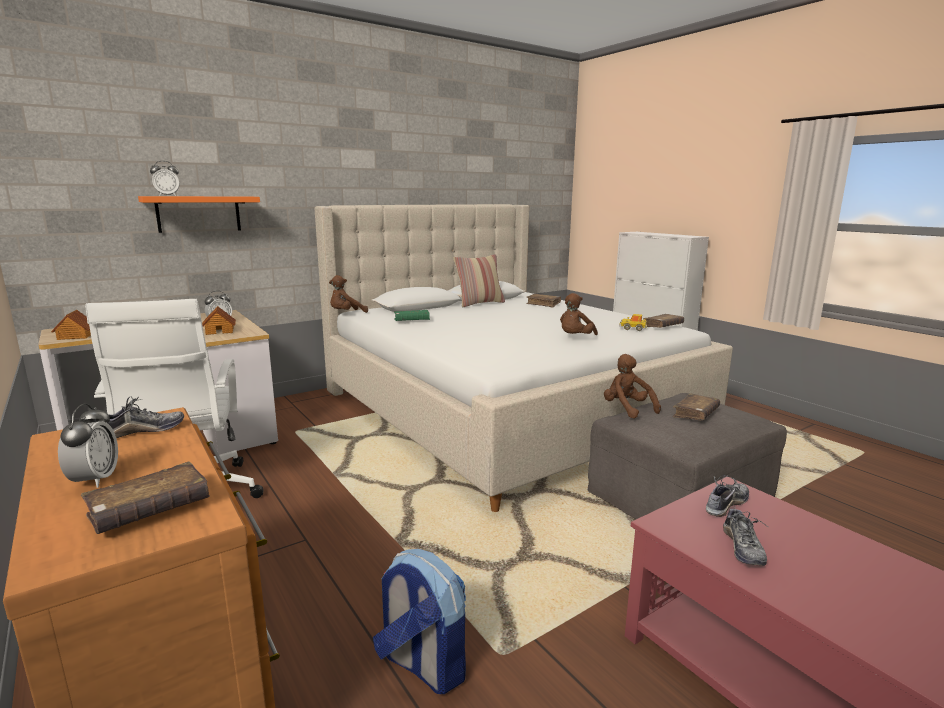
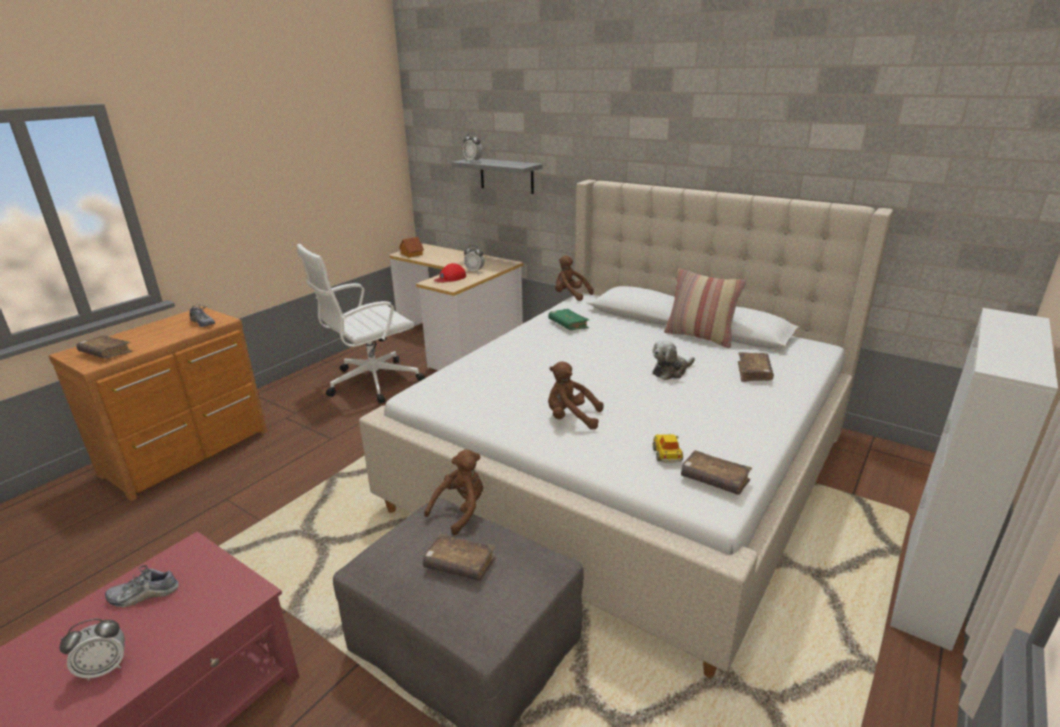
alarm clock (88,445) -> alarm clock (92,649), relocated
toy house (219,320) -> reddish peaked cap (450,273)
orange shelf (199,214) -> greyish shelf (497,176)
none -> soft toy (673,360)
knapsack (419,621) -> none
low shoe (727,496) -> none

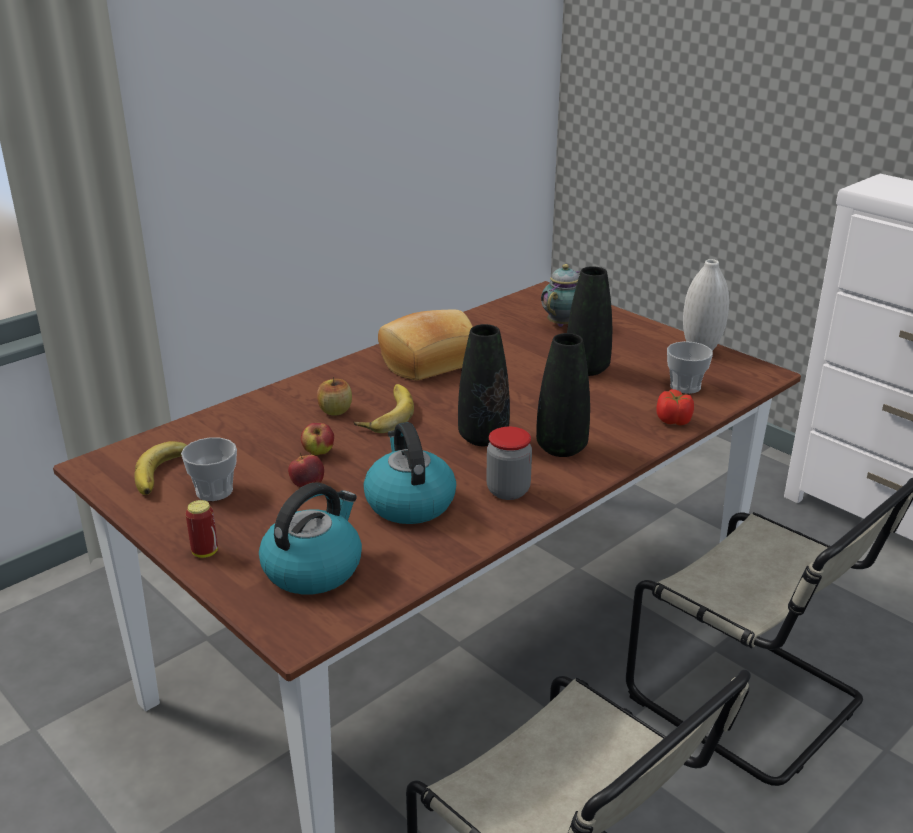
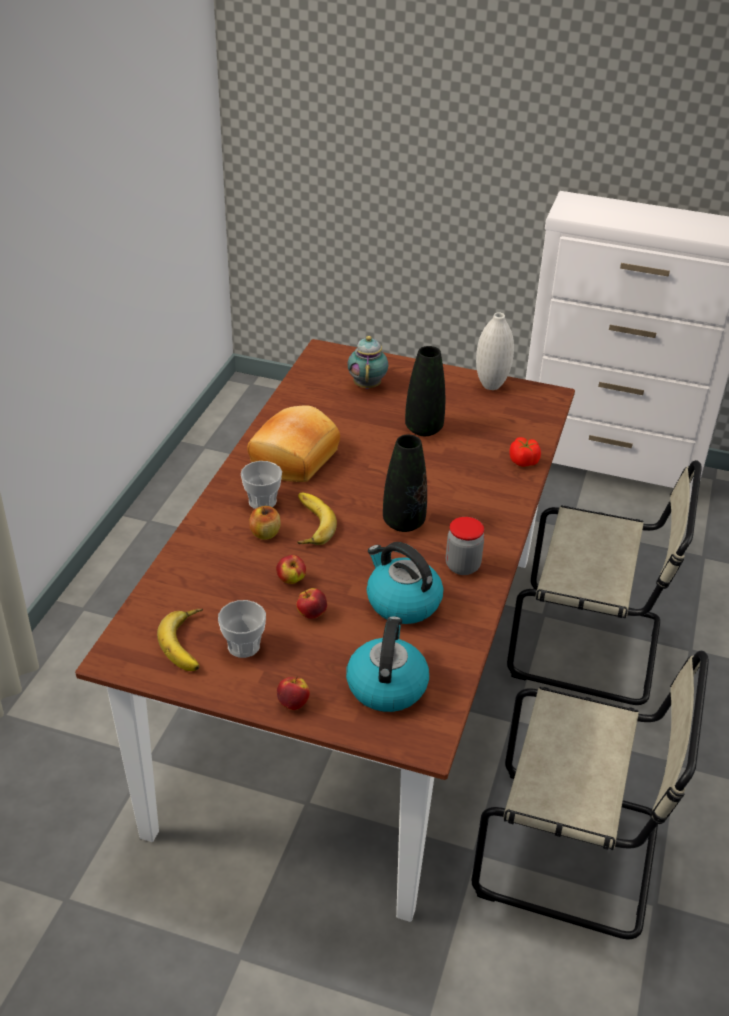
small cup (690,367) -> small cup (261,485), relocated
can (202,529) -> apple fruit (293,693)
black-coloured vase (563,395) -> none

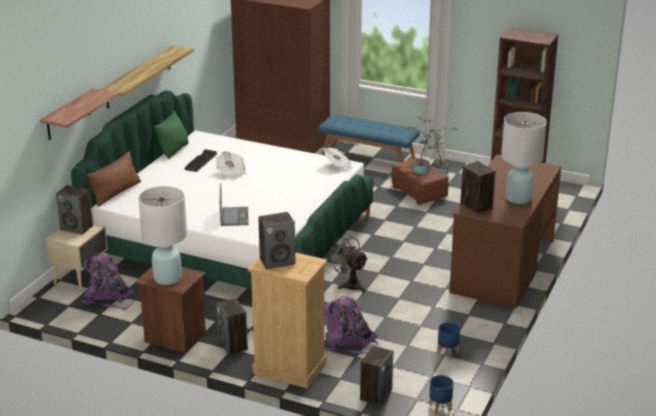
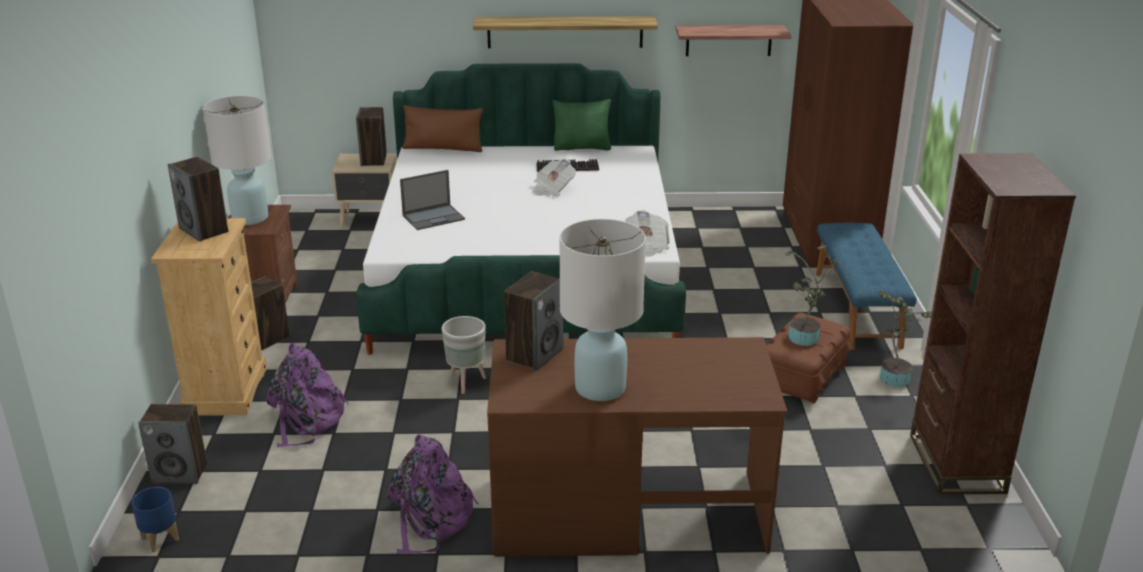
purplish knapsack (108,281) -> purplish knapsack (433,494), relocated
greyish fan (347,263) -> greyish plant pot (464,355)
shelf (79,114) -> shelf (733,40), relocated
blue plant pot (448,340) -> none

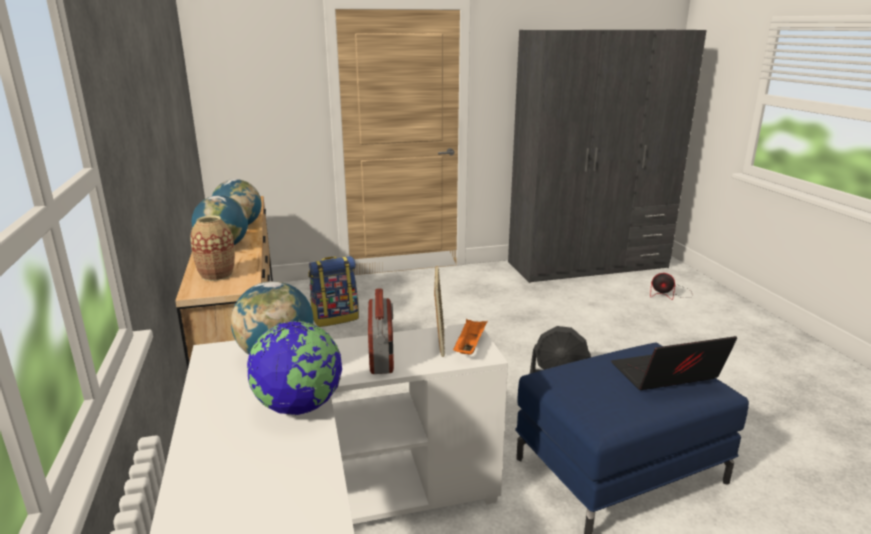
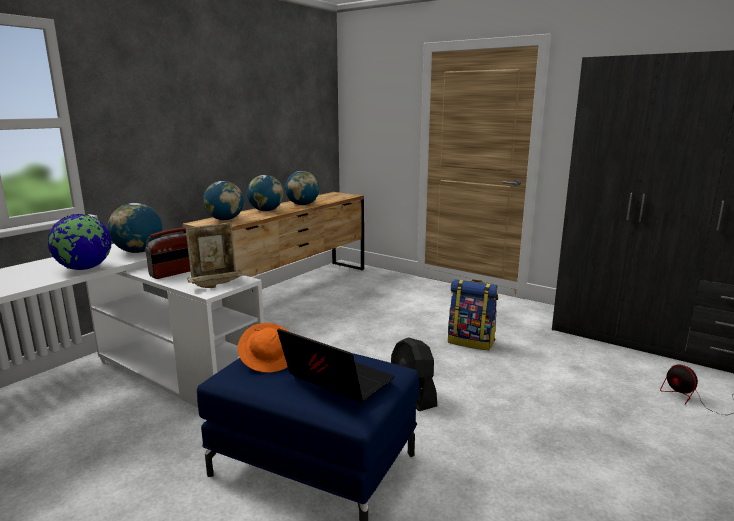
orange carrying tray (470,337) -> beige carrying tray (215,278)
vase (212,248) -> desk globe (223,200)
none -> orange hat (263,348)
knapsack (333,291) -> knapsack (473,314), relocated

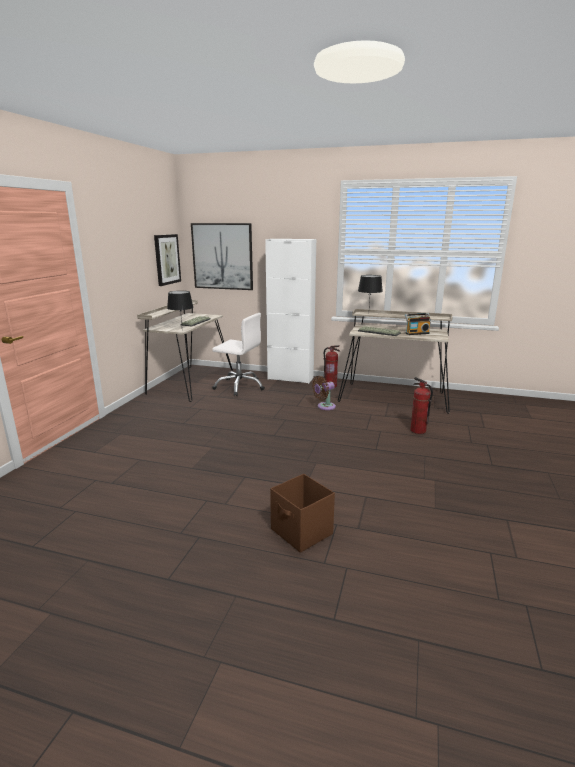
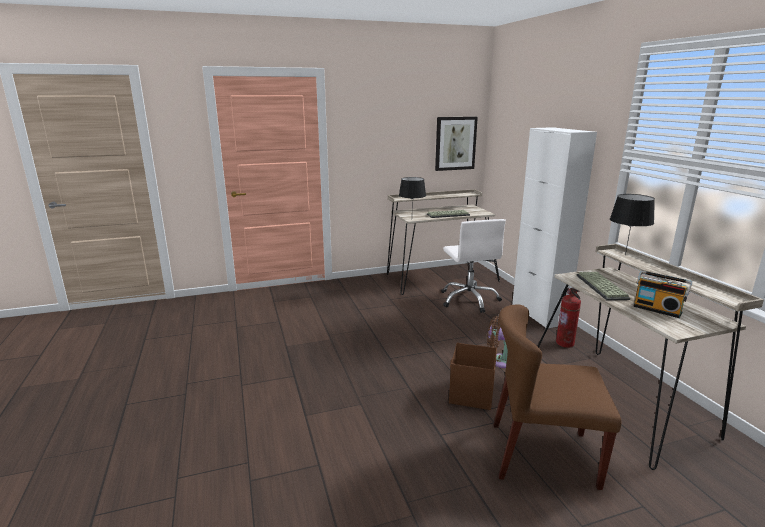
brown storage bin (302,513) -> brown storage bin (473,376), relocated
fire extinguisher (421,405) -> brown chair (557,397)
wall art (222,256) -> none

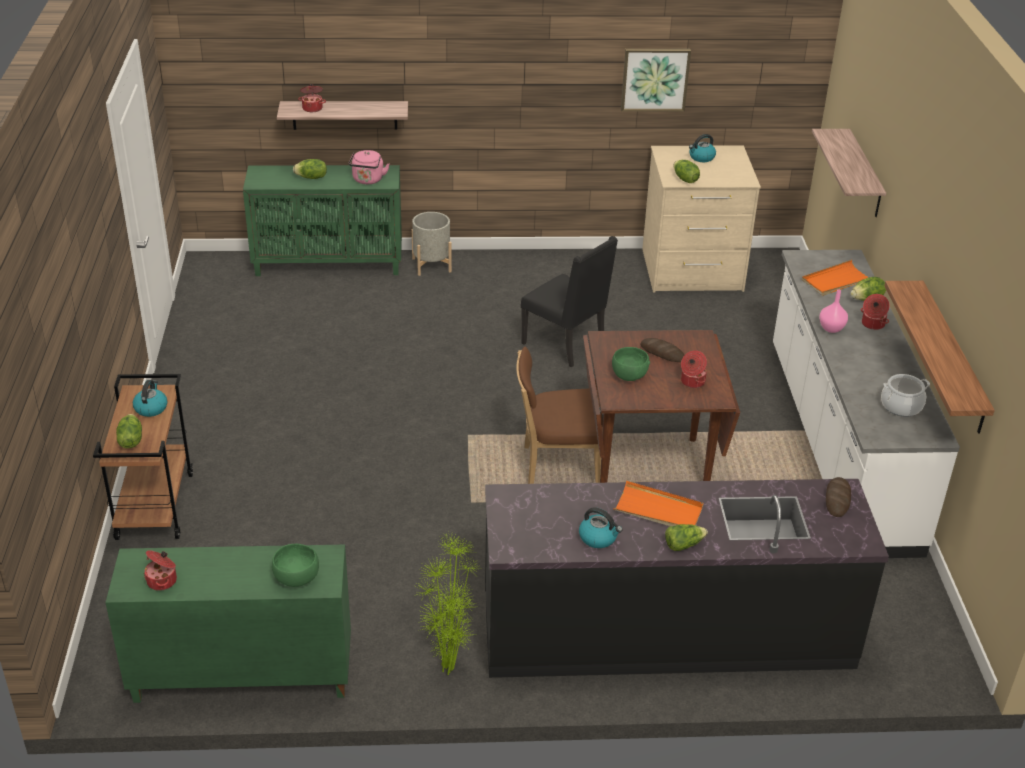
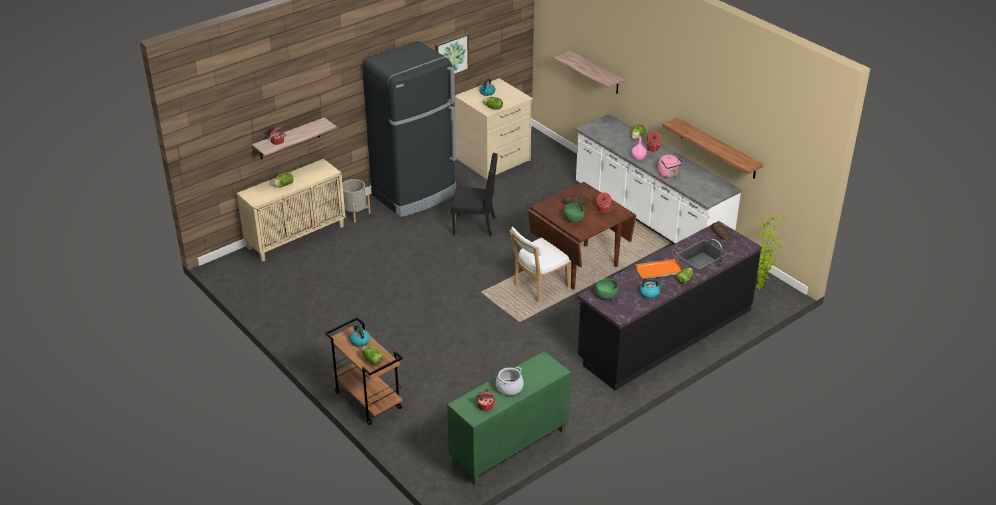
greenish storage cabinet (322,220) -> beige storage cabinet (291,210)
none -> black-coloured kitchen fridge (409,129)
cooking pot (905,395) -> cooking pot (510,381), relocated
brown chair (559,415) -> whitish chair (540,264)
greenish deep dish (295,565) -> greenish deep dish (606,289), relocated
pink tea kettle (369,167) -> pink tea kettle (670,166), relocated
plant in a pot (447,604) -> plant in a pot (770,252), relocated
orange carrying tray (835,278) -> none

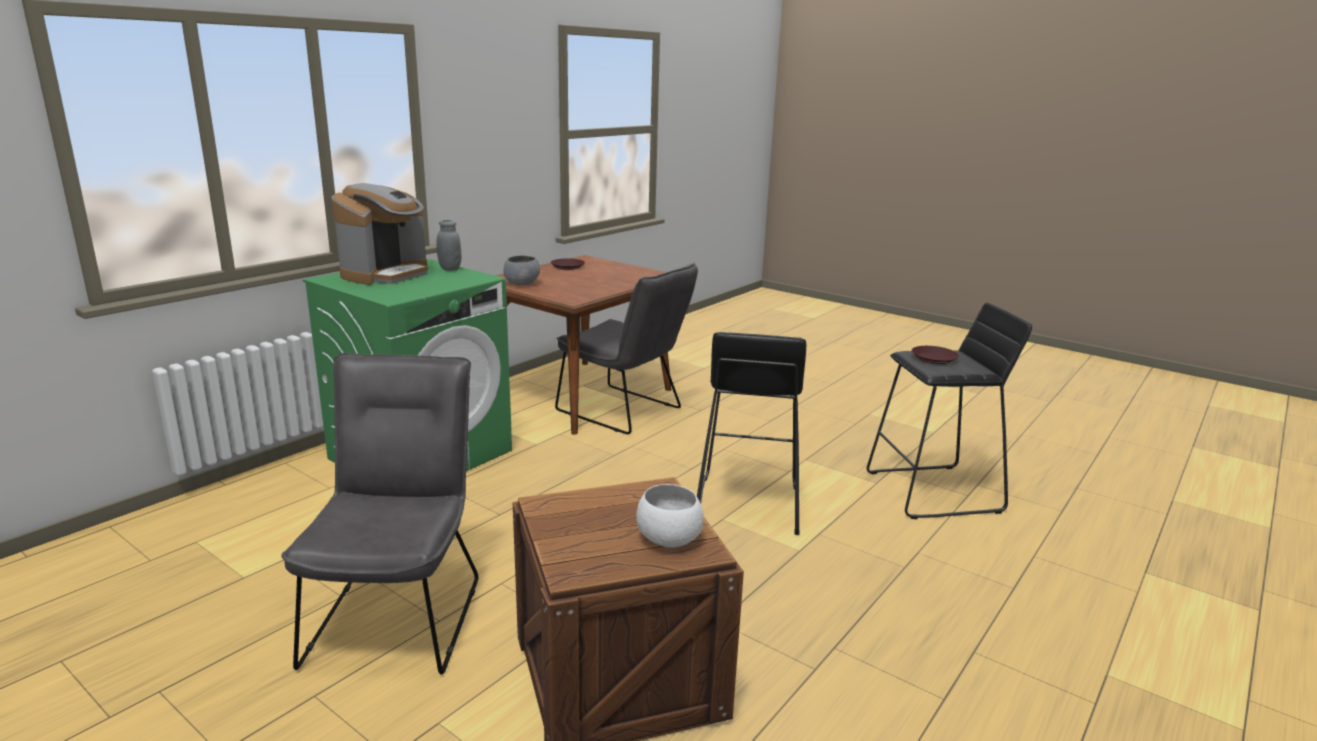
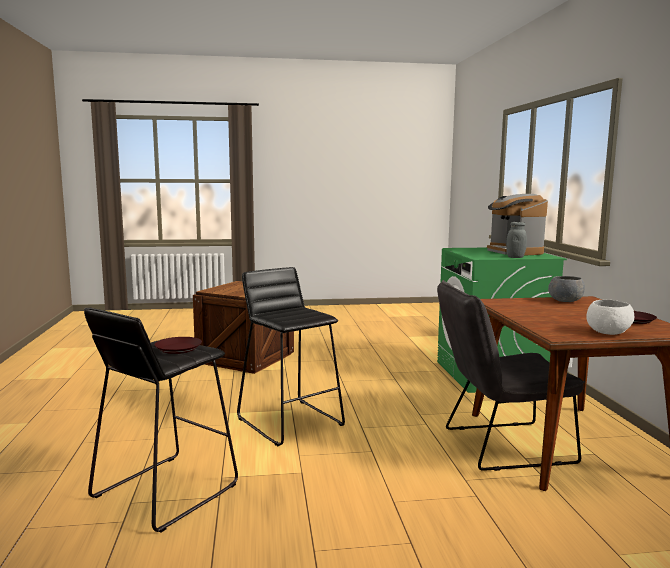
whitish deep dish (670,515) -> whitish deep dish (610,317), relocated
greyish chair (379,514) -> none

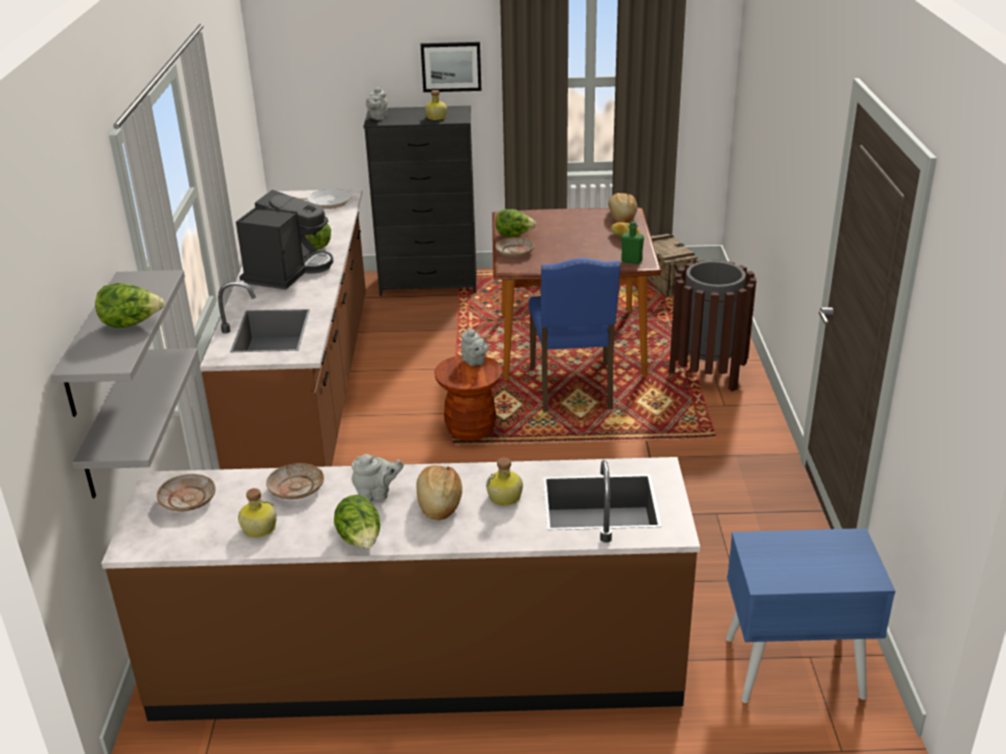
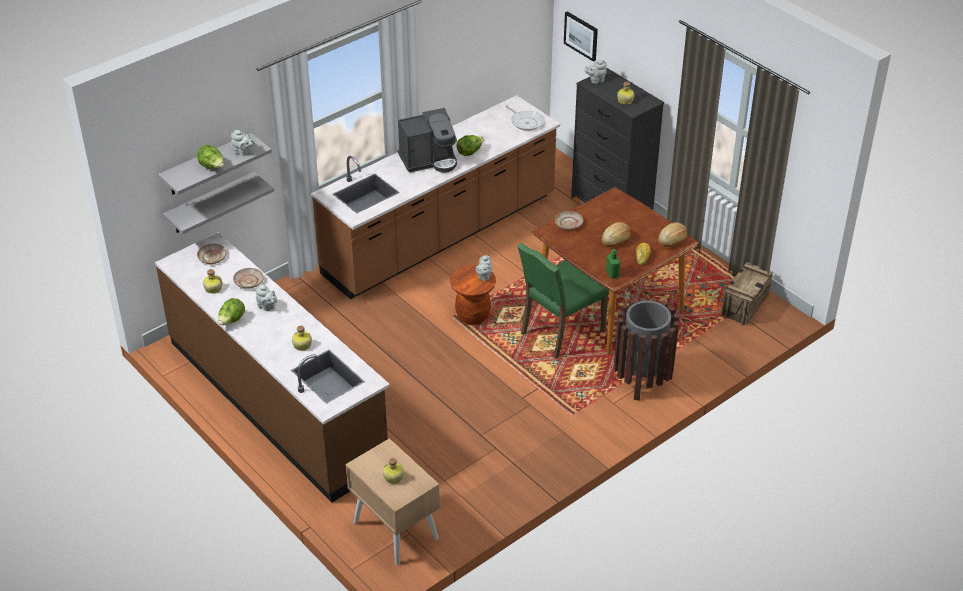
none -> greyish teapot (243,142)
blue night table (810,615) -> beige night table (392,501)
none -> bottle (393,471)
blue chair (575,335) -> greenish chair (563,301)
wall art (451,67) -> wall art (581,36), relocated
bread (439,492) -> bread (616,234), relocated
head of lettuce (516,223) -> none

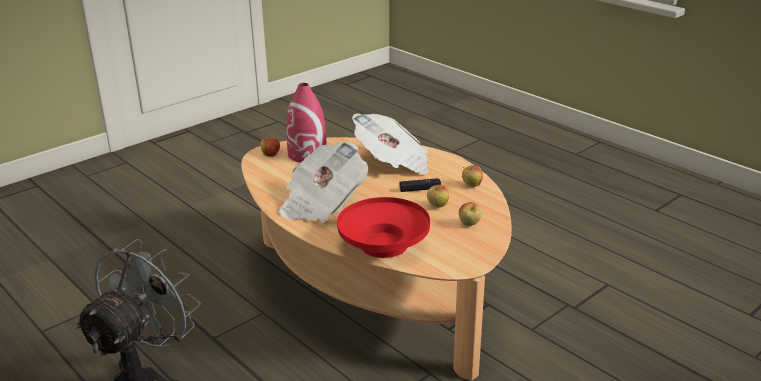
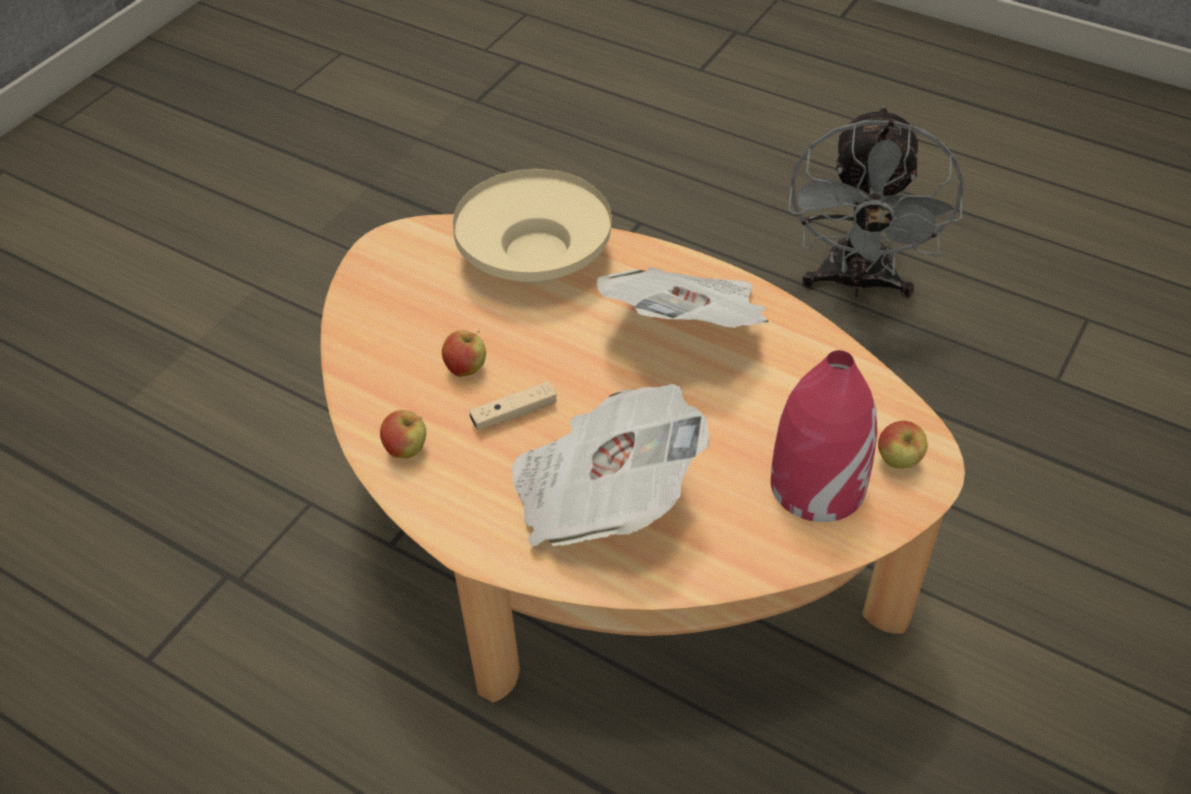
reddish deep dish (383,227) -> beige deep dish (532,226)
black-coloured game controller (420,185) -> beige game controller (513,405)
apple fruit (470,214) -> none

